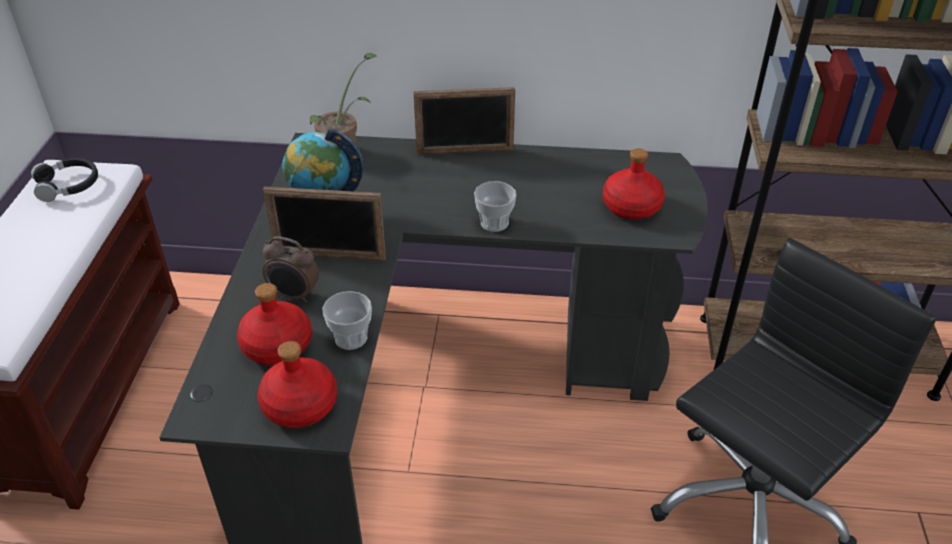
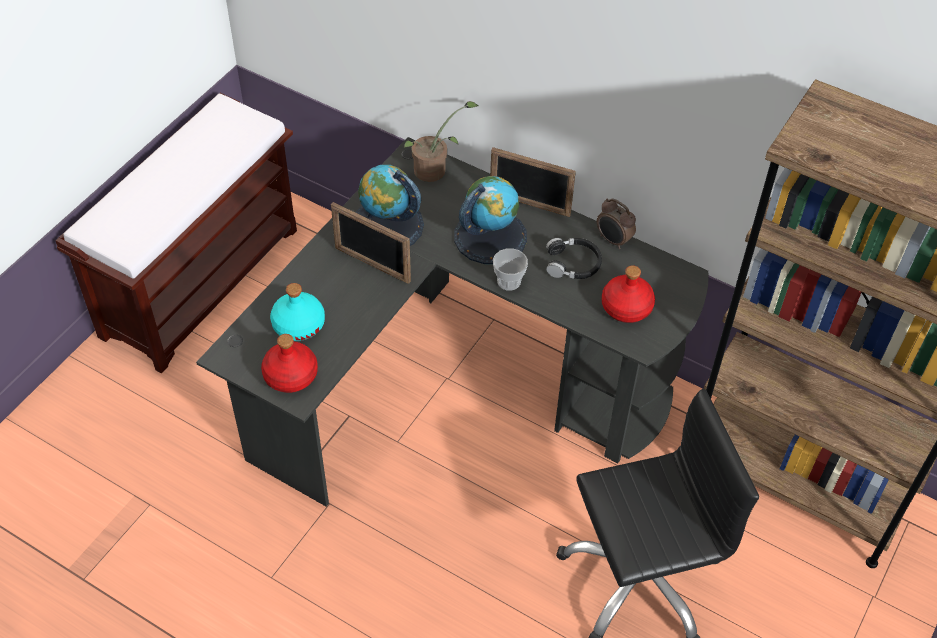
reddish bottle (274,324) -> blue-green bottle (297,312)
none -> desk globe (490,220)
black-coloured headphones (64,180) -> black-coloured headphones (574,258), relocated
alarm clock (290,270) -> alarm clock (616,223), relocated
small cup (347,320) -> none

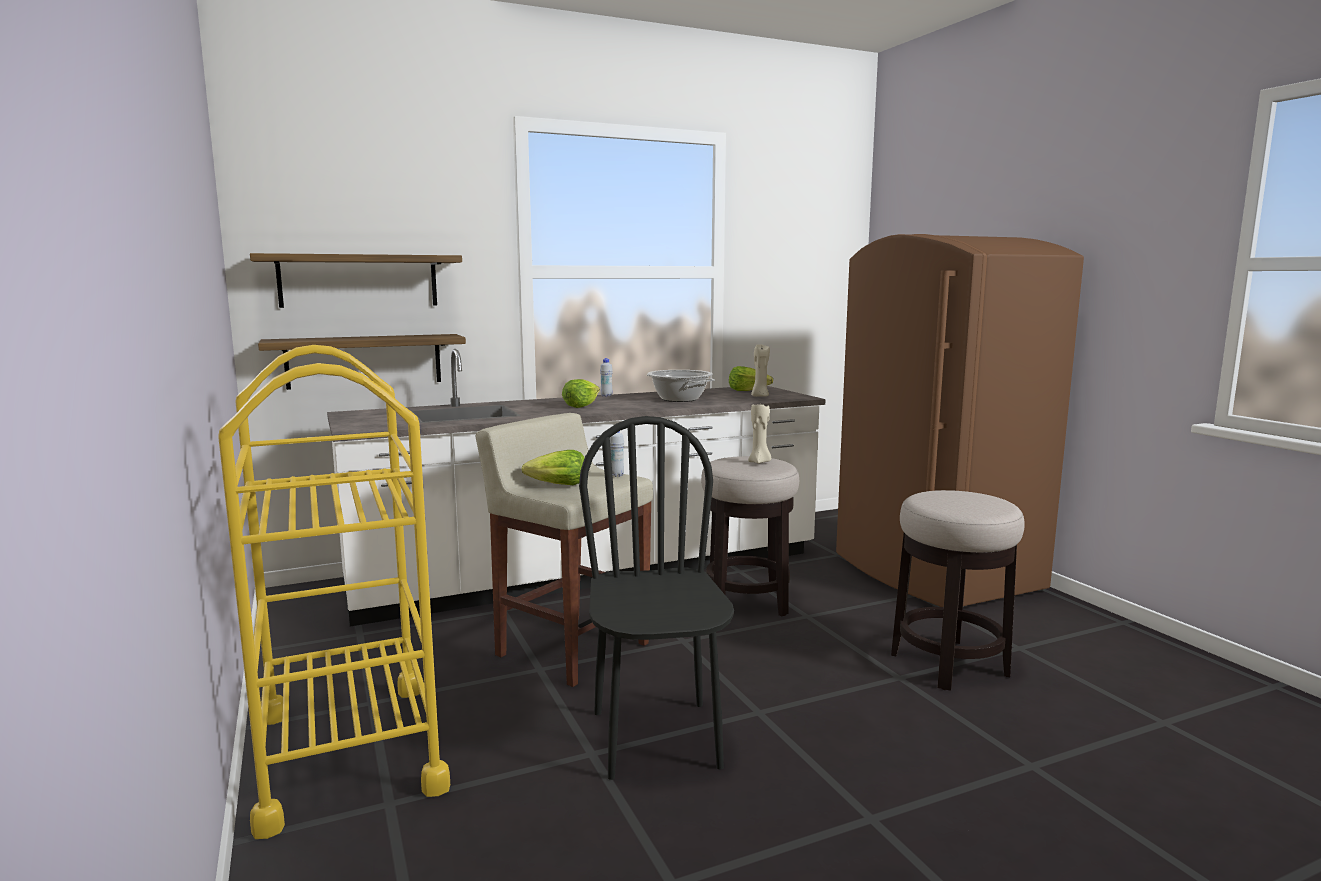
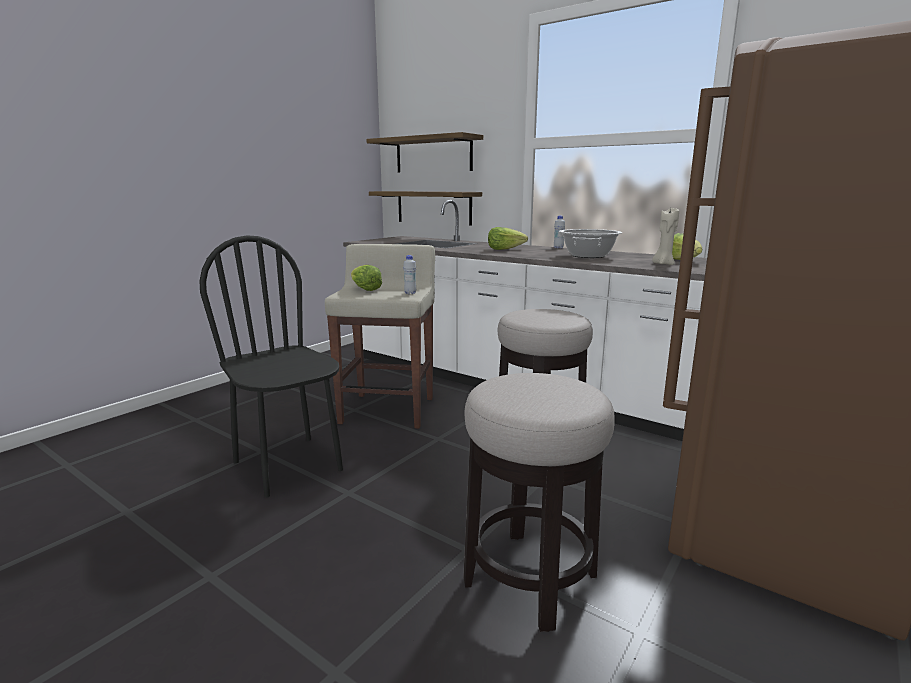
black-coloured chair (656,598) -> black-coloured chair (271,366), 90 degrees counterclockwise
yellowish cart (334,592) -> none
beige wax candle (759,433) -> none

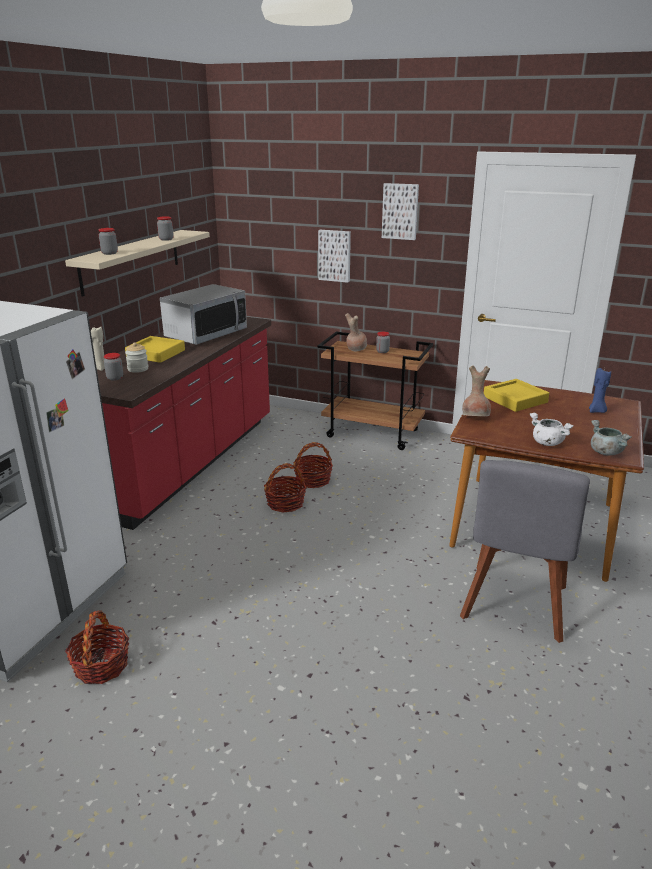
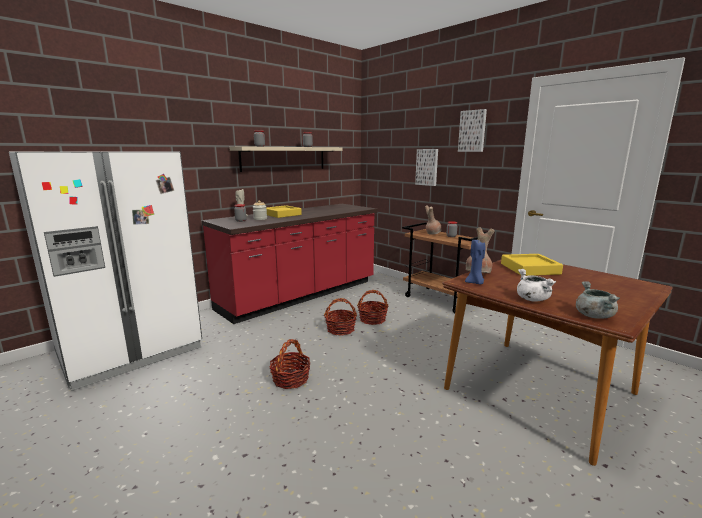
household basket (97,647) -> household basket (290,364), relocated
blue wax candle (600,390) -> blue wax candle (475,262), relocated
microwave (203,314) -> none
greyish chair (525,551) -> none

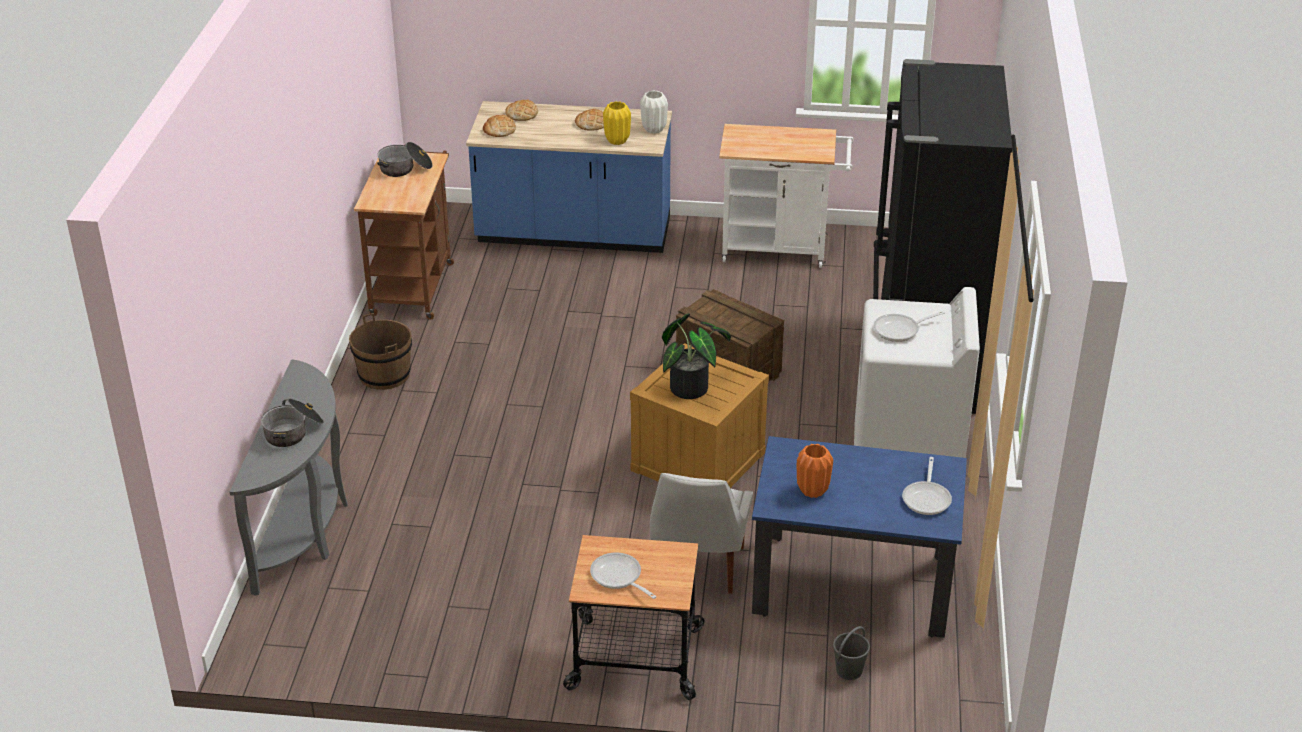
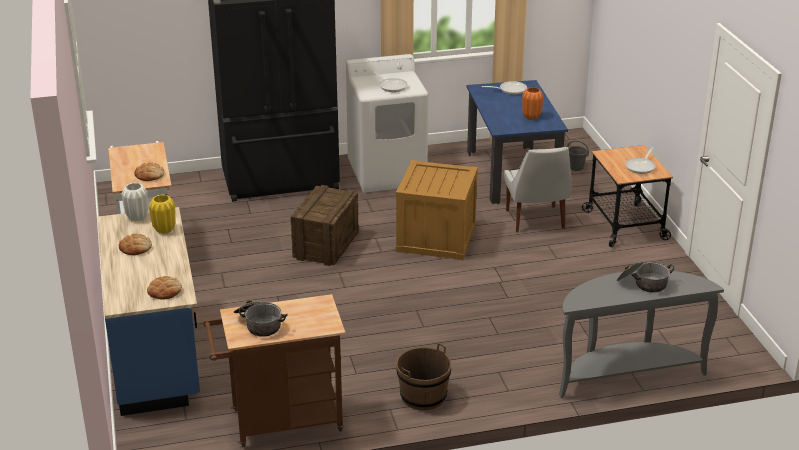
bread (521,110) -> bread (149,171), relocated
whitish chair (701,533) -> whitish chair (538,189), 90 degrees clockwise
plant in a pot (696,356) -> none

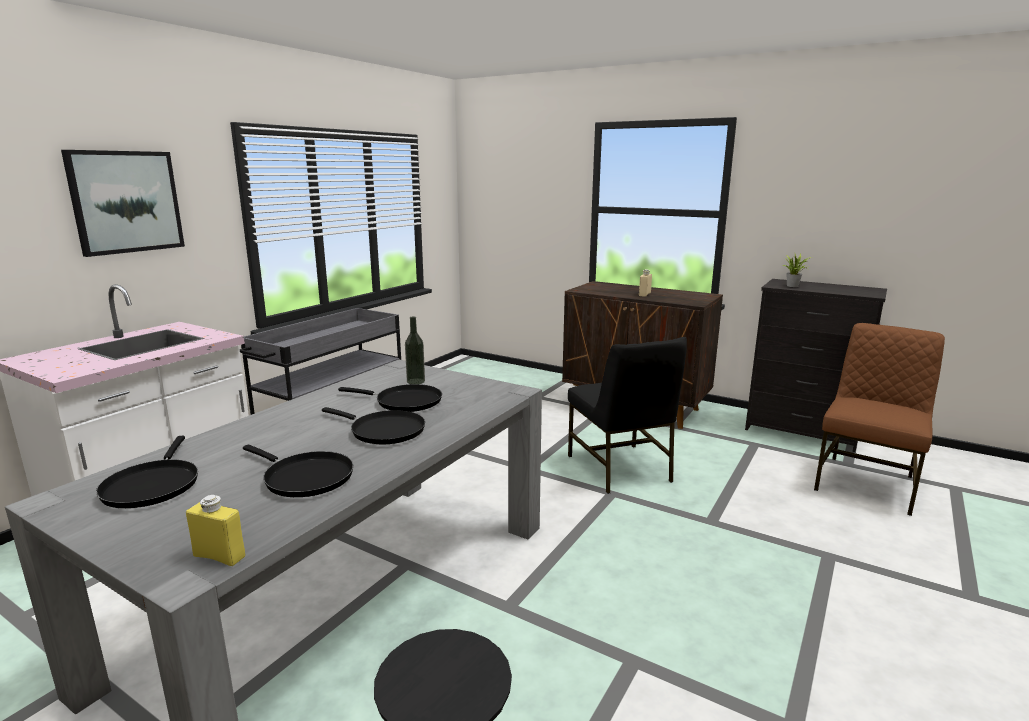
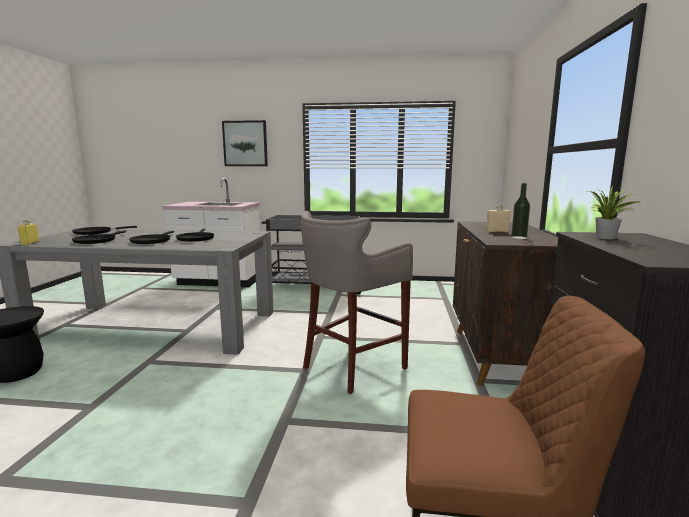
black-coloured chair (627,415) -> greyish sitting stool (357,302)
bottle (415,350) -> bottle (520,211), relocated

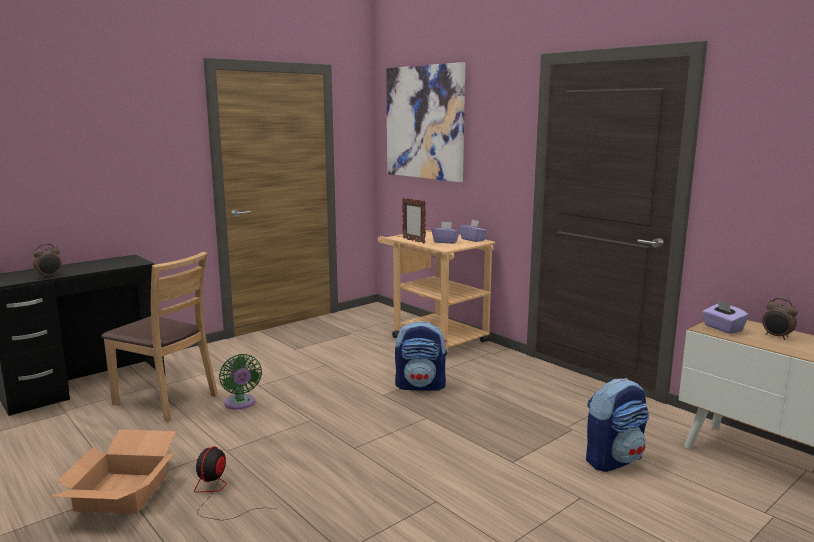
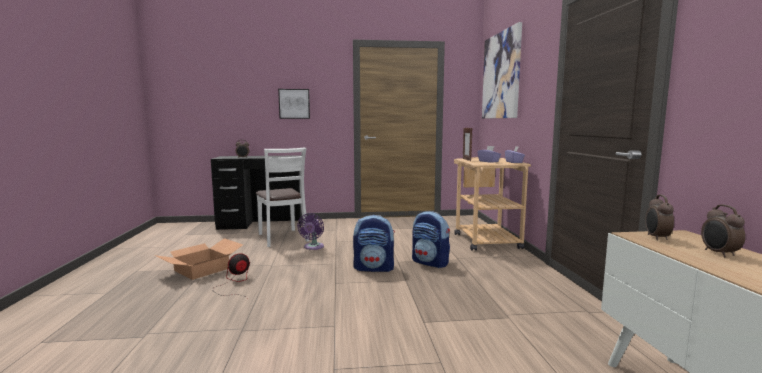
brown chair (159,337) -> whitish chair (283,197)
none -> wall art (294,104)
greenish fan (240,381) -> purplish fan (310,231)
knapsack (617,425) -> knapsack (374,243), relocated
purplish tissue box (725,316) -> alarm clock (659,217)

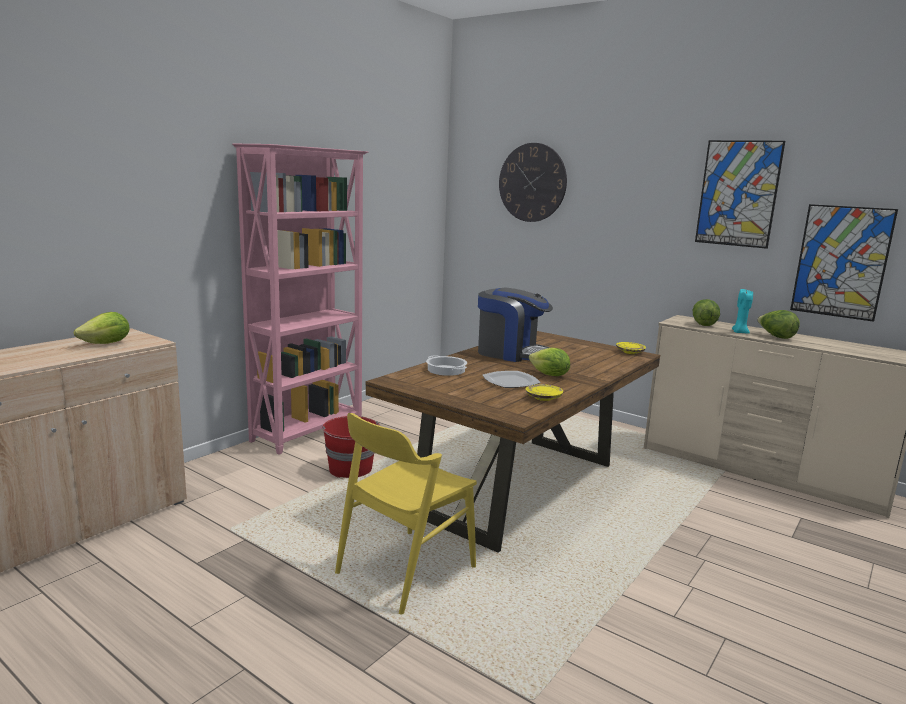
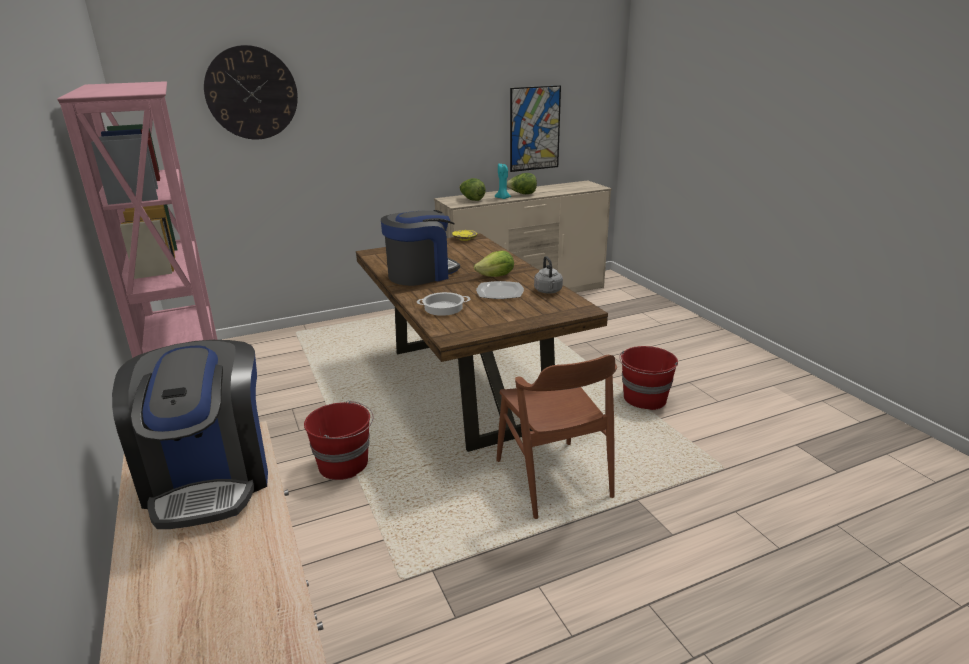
head of lettuce (101,328) -> coffee machine (190,434)
yellowish chair (406,514) -> brown chair (556,437)
yellowish plate (544,392) -> greyish tea kettle (548,275)
none -> reddish water bucket (648,378)
wall art (740,194) -> none

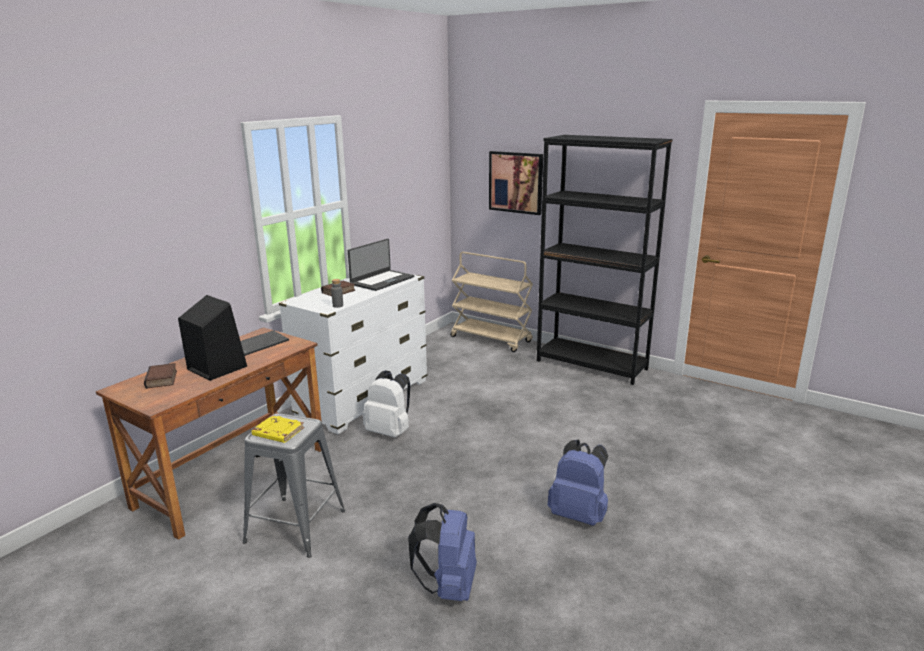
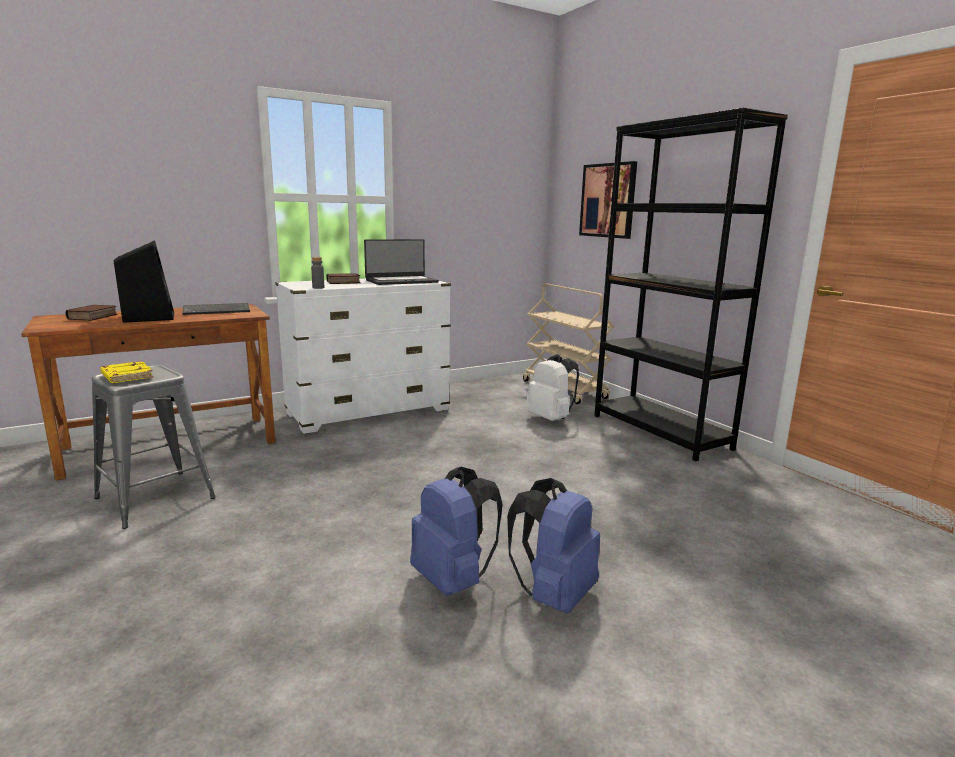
blue knapsack (442,552) -> blue knapsack (553,546), relocated
whitish knapsack (386,404) -> whitish knapsack (552,387), relocated

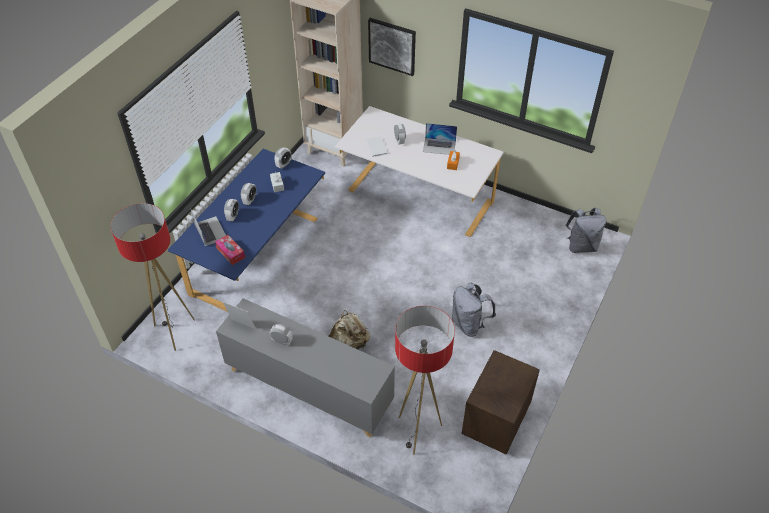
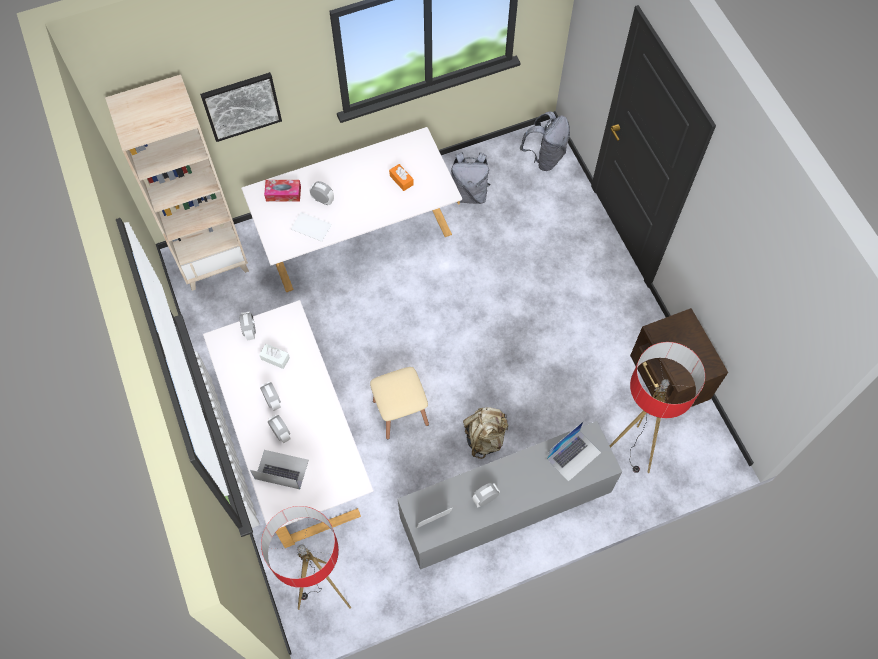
blue desk table (246,230) -> whitish desk table (288,424)
tissue box (230,250) -> tissue box (282,190), relocated
none -> beige sitting stool (399,403)
greyish knapsack (474,310) -> greyish knapsack (471,178), relocated
notebook computer (440,139) -> notebook computer (574,451), relocated

